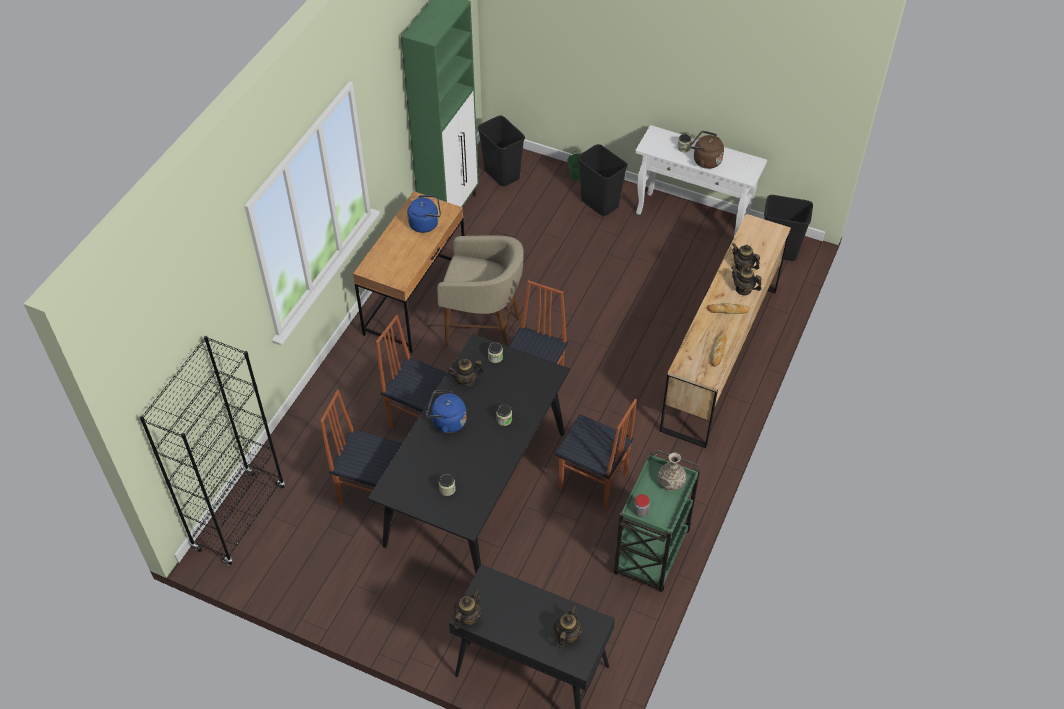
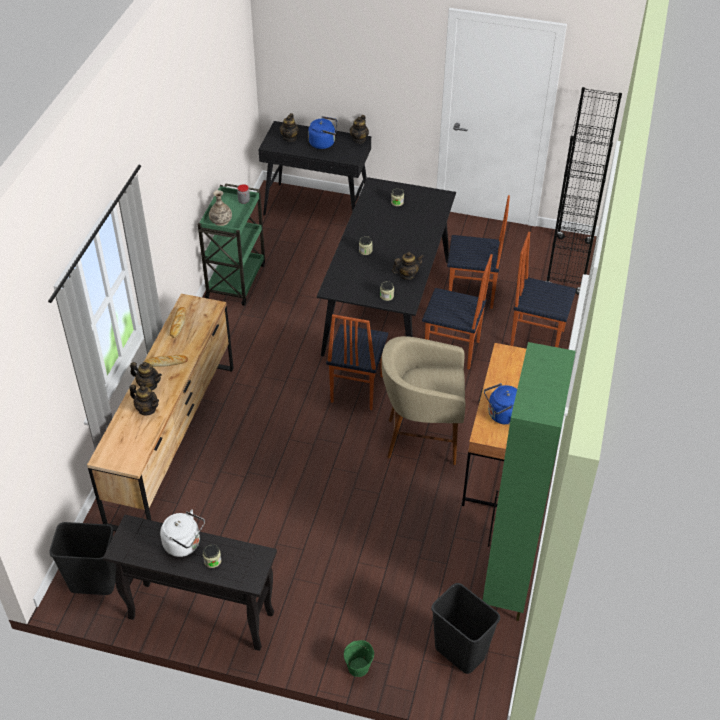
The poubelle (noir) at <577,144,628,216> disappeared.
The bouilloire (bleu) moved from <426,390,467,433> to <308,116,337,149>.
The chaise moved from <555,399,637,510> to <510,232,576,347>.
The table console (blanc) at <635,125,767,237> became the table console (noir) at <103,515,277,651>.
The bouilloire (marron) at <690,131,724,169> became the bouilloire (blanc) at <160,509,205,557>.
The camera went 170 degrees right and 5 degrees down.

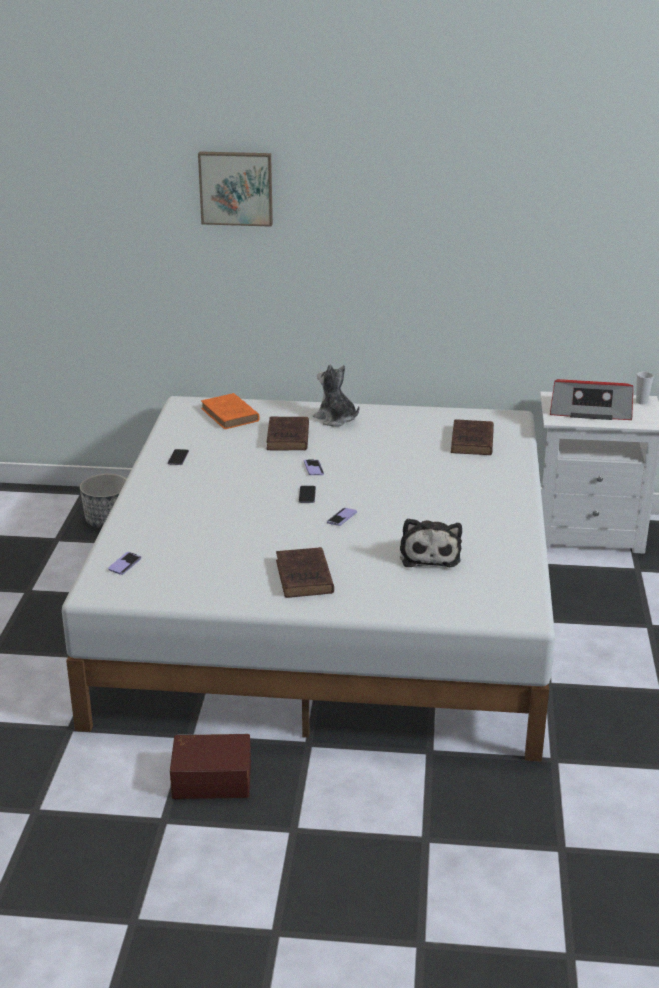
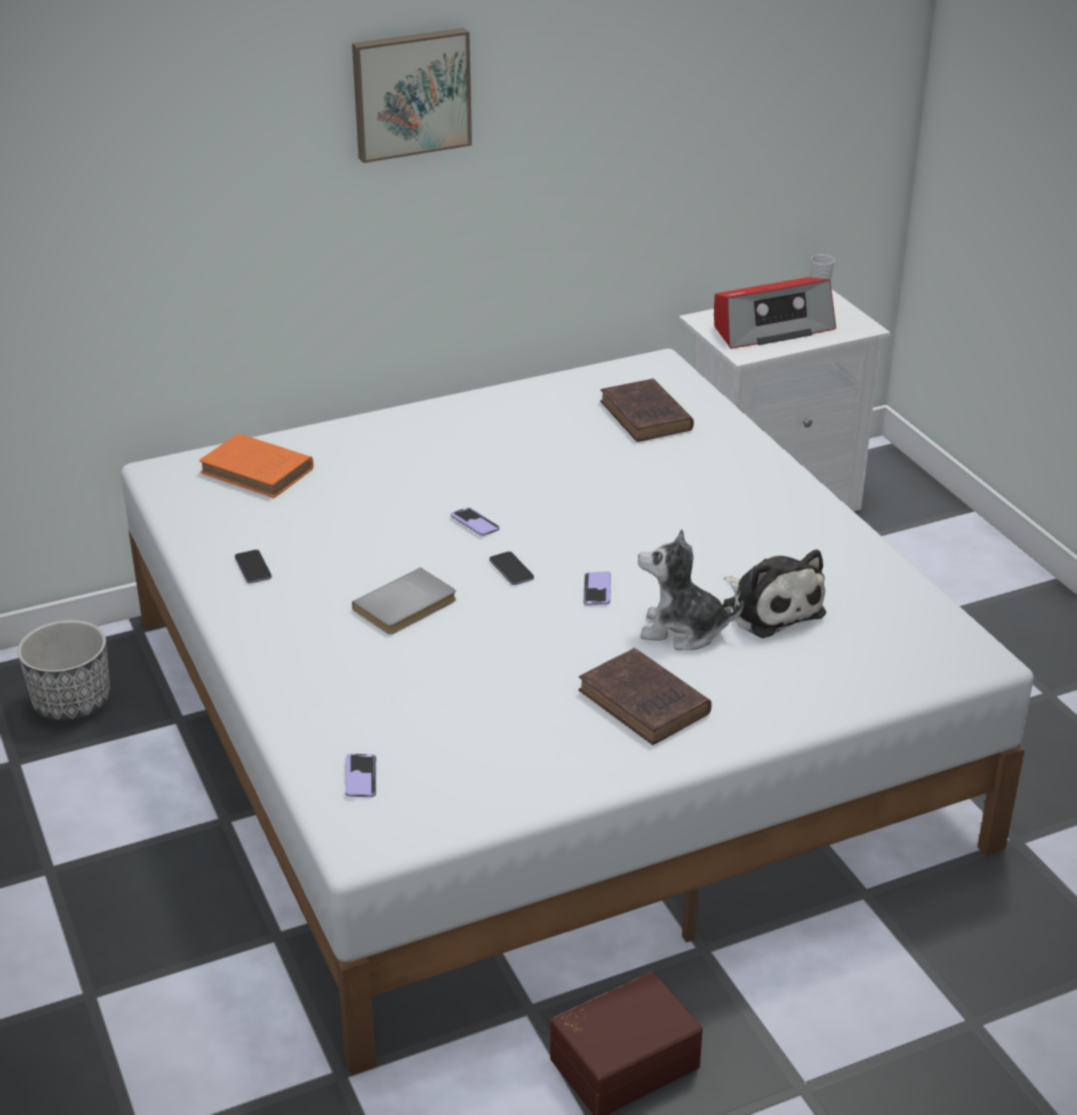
The livre (marron) at <267,417,309,450> disappeared.
The livre (gris) at <352,568,456,634> appeared.
The tableau moved from <198,152,273,227> to <352,28,472,163>.
The peluche moved from <313,364,360,427> to <638,529,744,650>.
The camera went 30 degrees left and 5 degrees up.

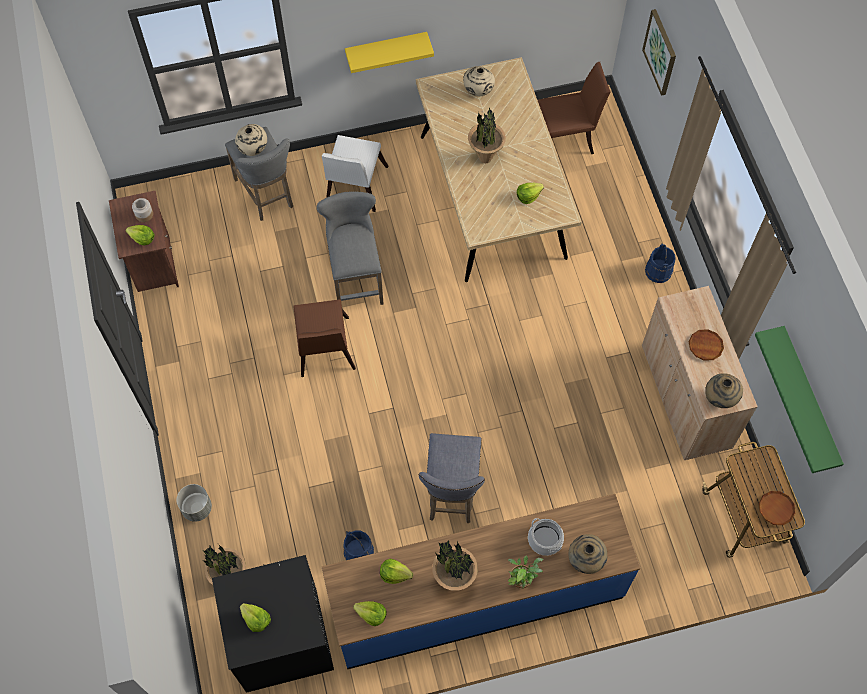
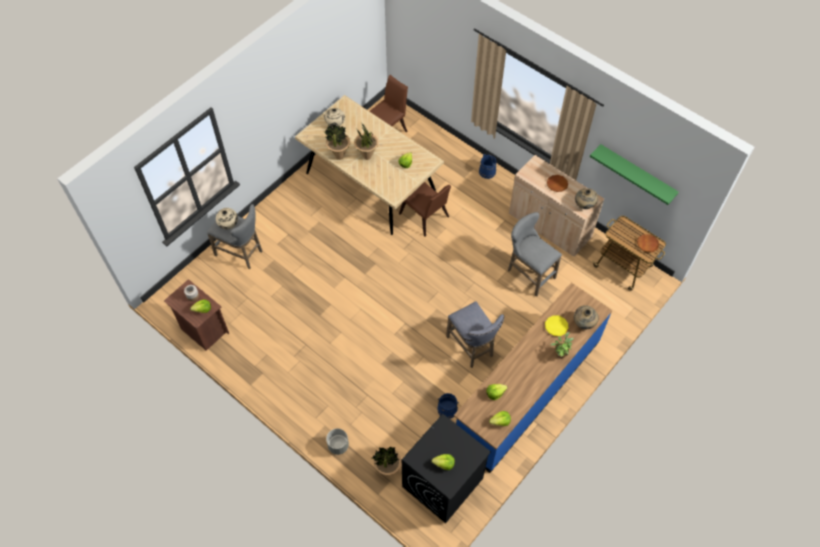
The chaise (blanc) at <322,135,388,212> disappeared.
The étagère (jaune) at <345,32,434,73> disappeared.
The tableau at <642,9,676,96> disappeared.
The chaise (marron) moved from <293,299,356,377> to <399,182,451,237>.
The tabouret (gris) moved from <316,191,384,305> to <508,212,562,297>.
The plante en pot moved from <432,540,478,591> to <324,124,350,160>.
The marmite at <528,518,564,556> was replaced by the assiette (jaune) at <545,315,568,336>.
The camera went 35 degrees left and 5 degrees down.

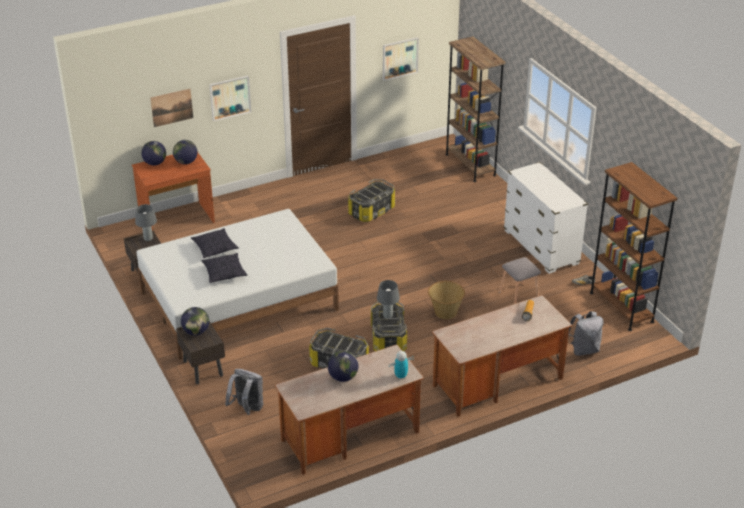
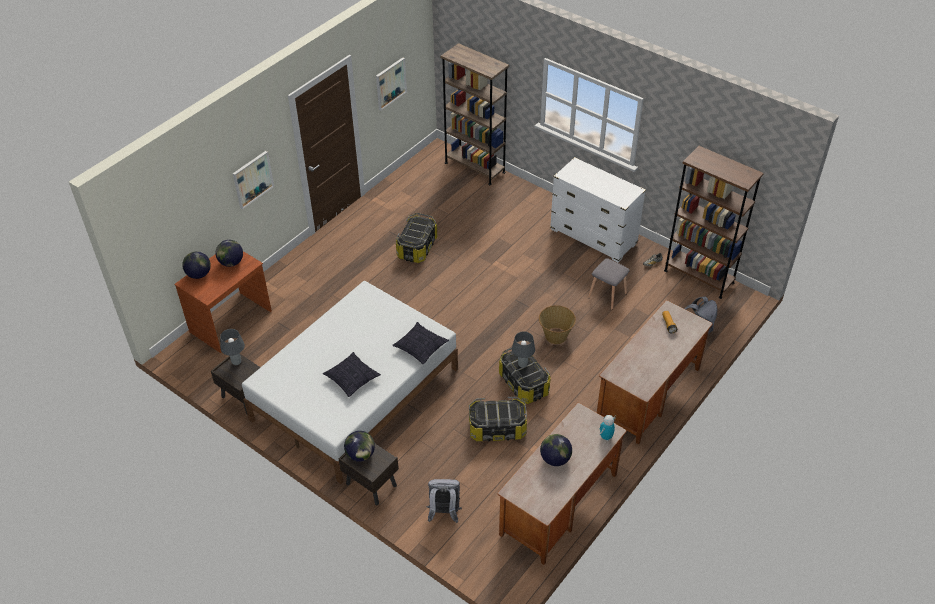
The tableau at <150,89,193,127> disappeared.
The coussin moved from <191,228,239,258> to <393,322,449,364>.
The camera went 25 degrees left and 10 degrees up.

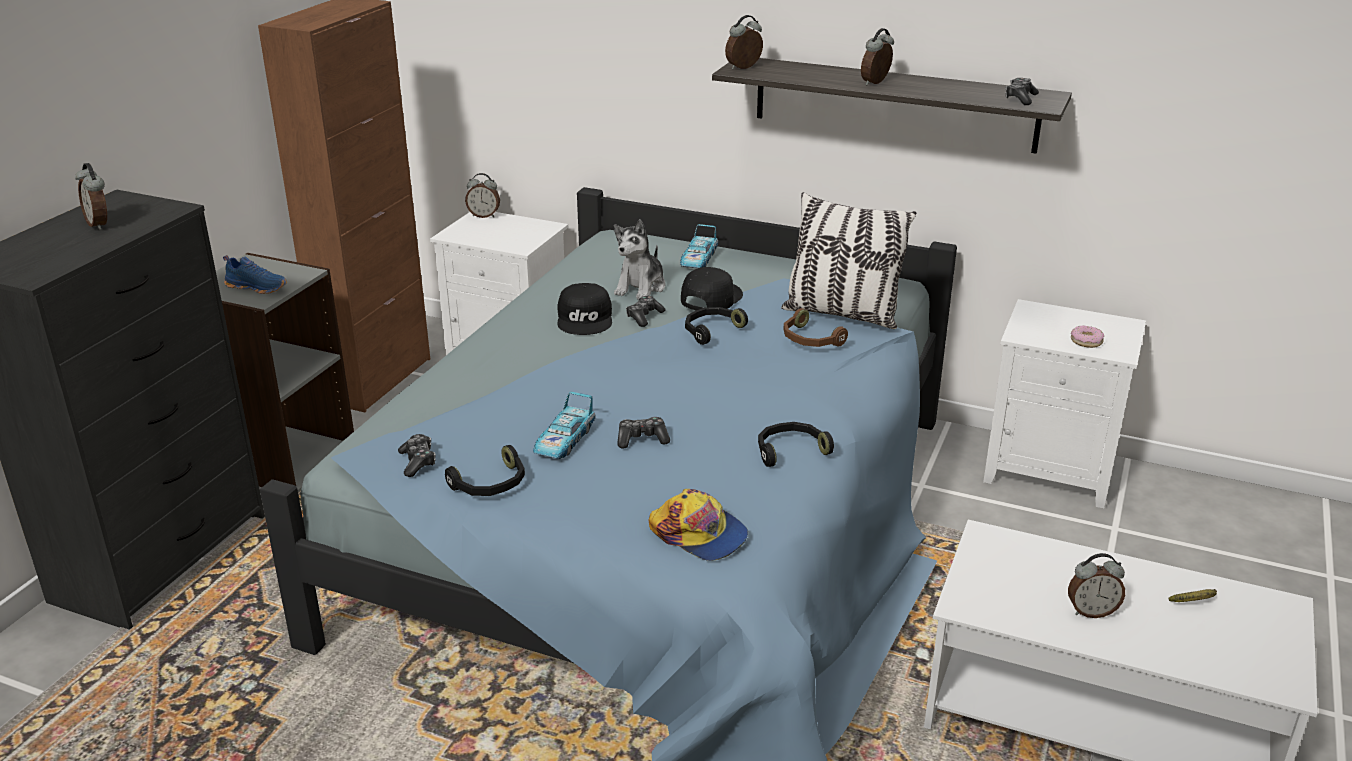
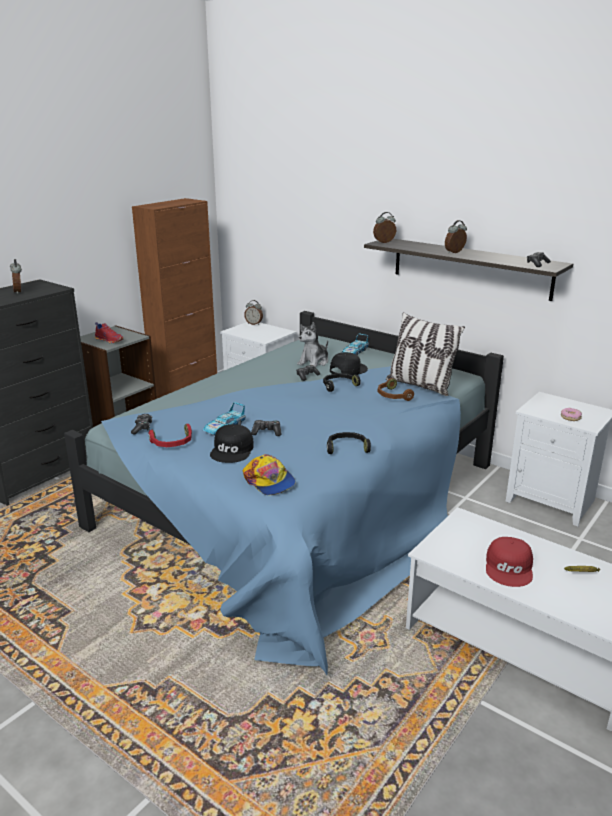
The casquette (noir) moved from <558,283,612,335> to <210,424,254,463>.
The réveil at <1068,553,1125,618> was replaced by the casquette (rouge) at <486,537,533,587>.
The chaussure (bleu) at <223,255,287,294> became the chaussure (rouge) at <95,322,124,343>.
The casque audio (noir) at <445,445,525,496> became the casque audio (rouge) at <149,424,192,447>.
The camera went 15 degrees right and 5 degrees down.

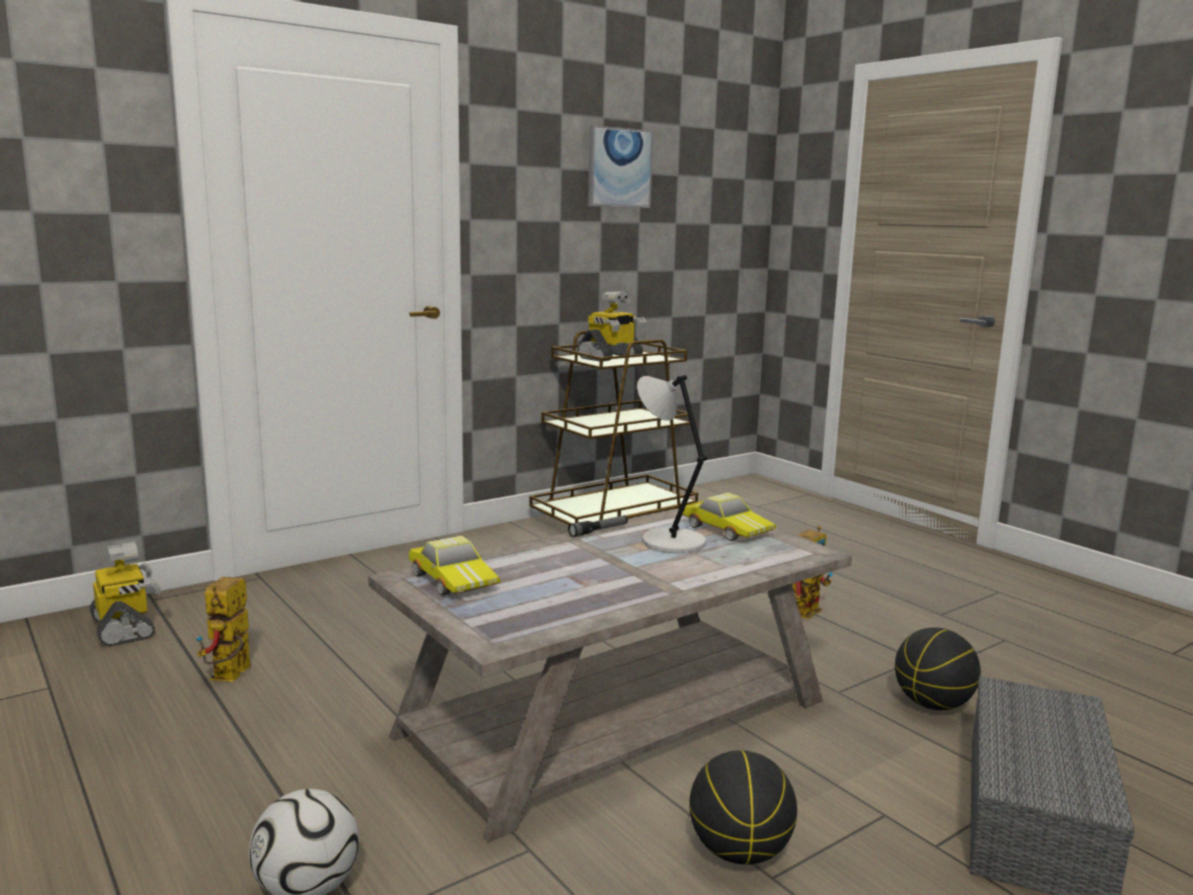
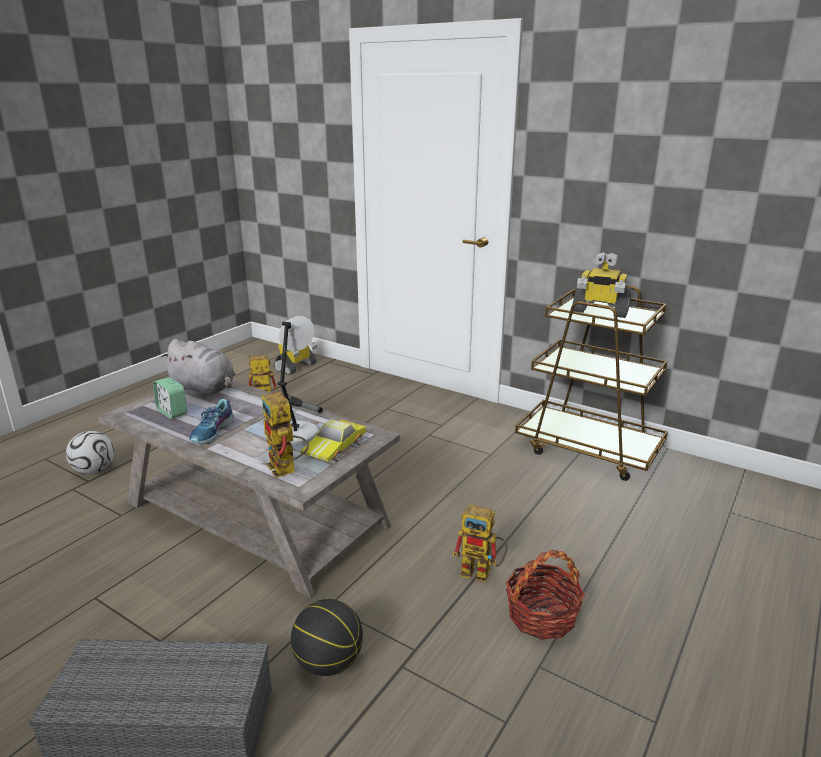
The tableau at <588,125,653,208> disappeared.
The ballon de basket at <689,750,797,865> disappeared.
The réveil at <153,377,187,419> appeared.
The chaussure at <189,399,234,444> appeared.
The robot jouet at <262,392,309,478> appeared.
The panier at <506,550,585,640> appeared.
The petite voiture at <408,535,501,596> was replaced by the peluche (gris) at <161,339,235,397>.
The camera went 70 degrees right and 10 degrees up.

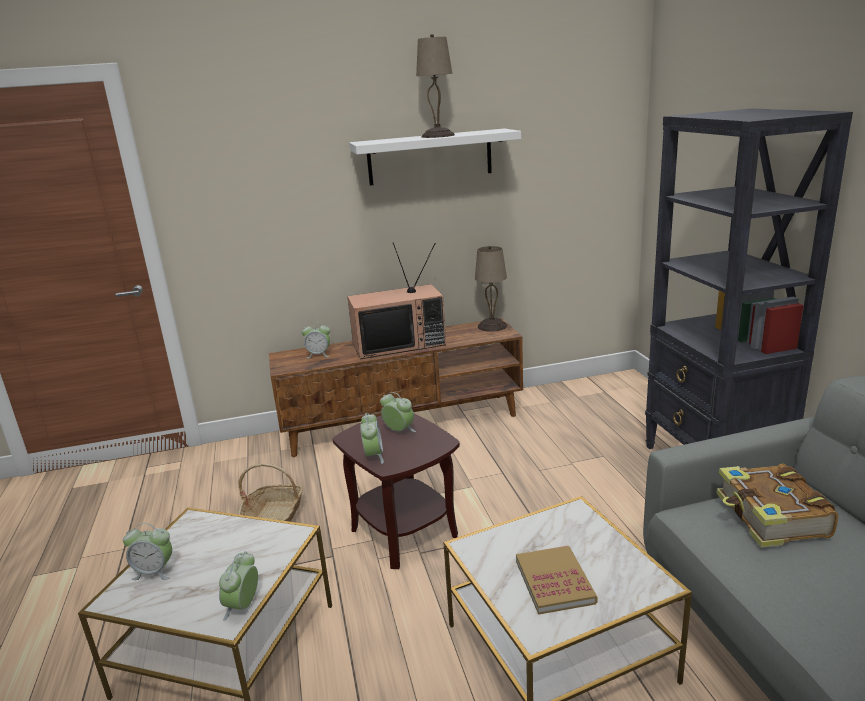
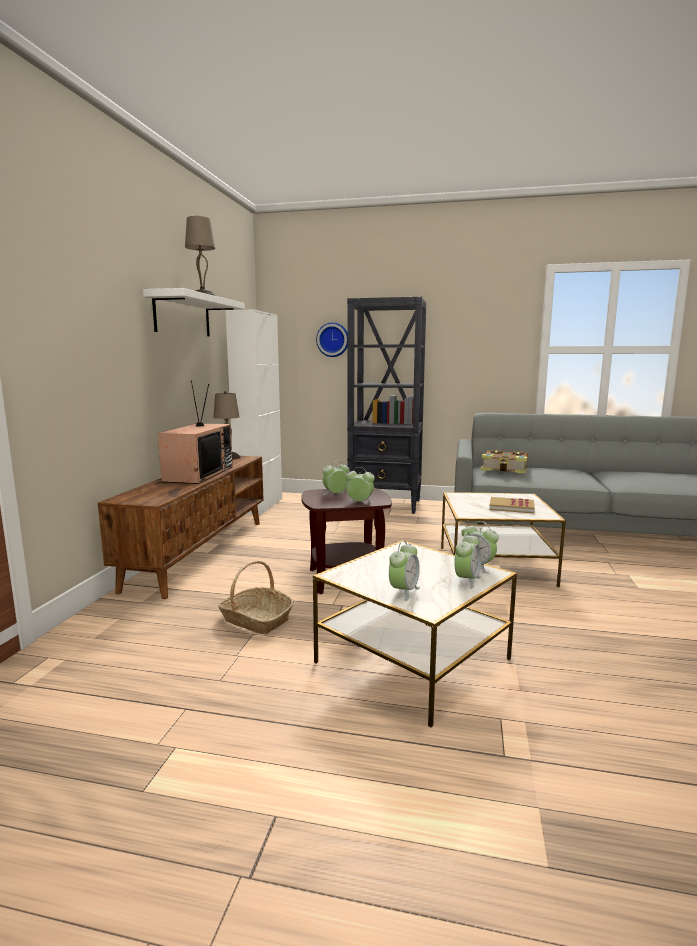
The meuble de rangement (blanc) at <226,310,282,515> appeared.
The horloge murale at <316,322,348,357> appeared.
The réveil moved from <302,322,330,358> to <454,532,481,589>.
The camera went 65 degrees left and 10 degrees down.

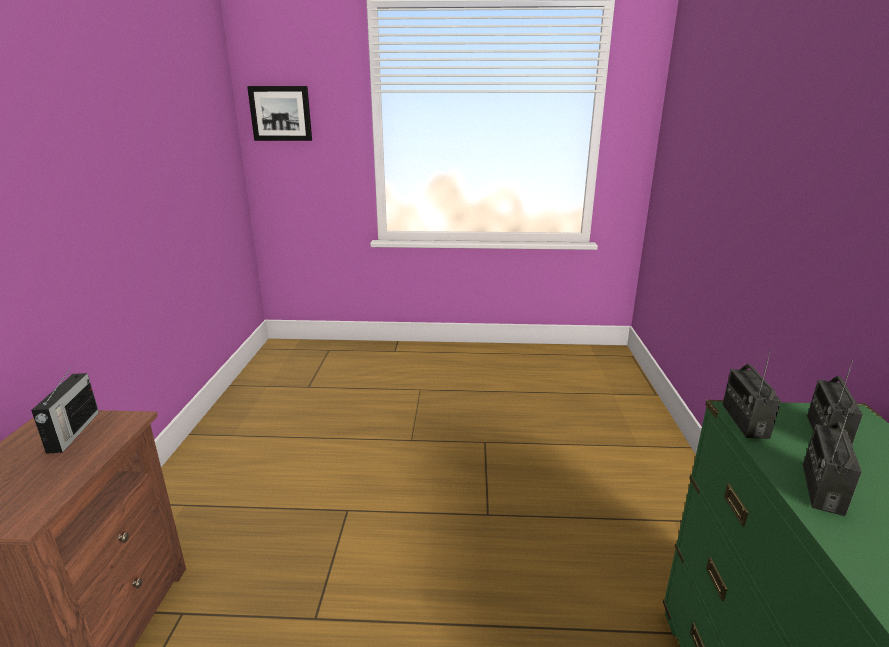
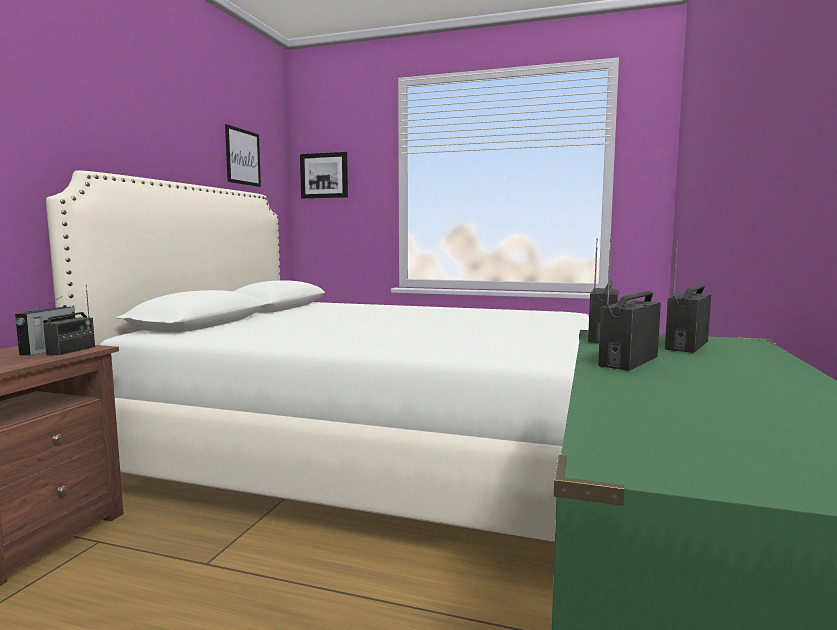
The radio at <43,285,95,355> appeared.
The lit (blanc) at <46,171,589,542> appeared.
The tableau at <225,124,261,187> appeared.
The camera went 15 degrees right and 15 degrees down.

